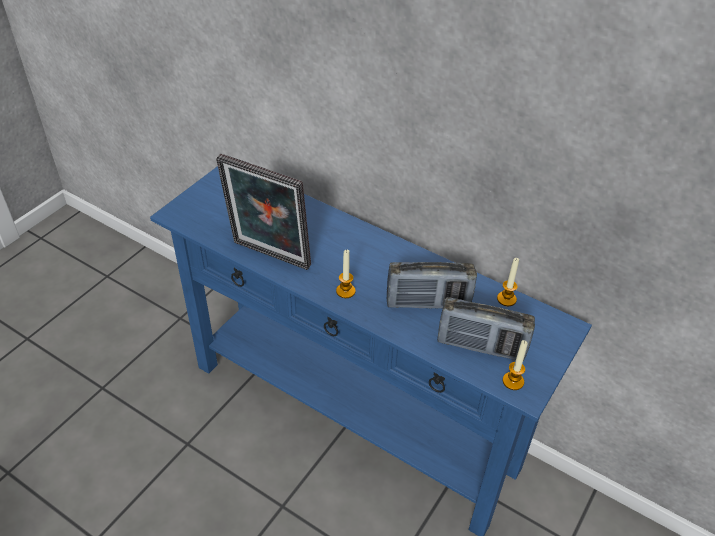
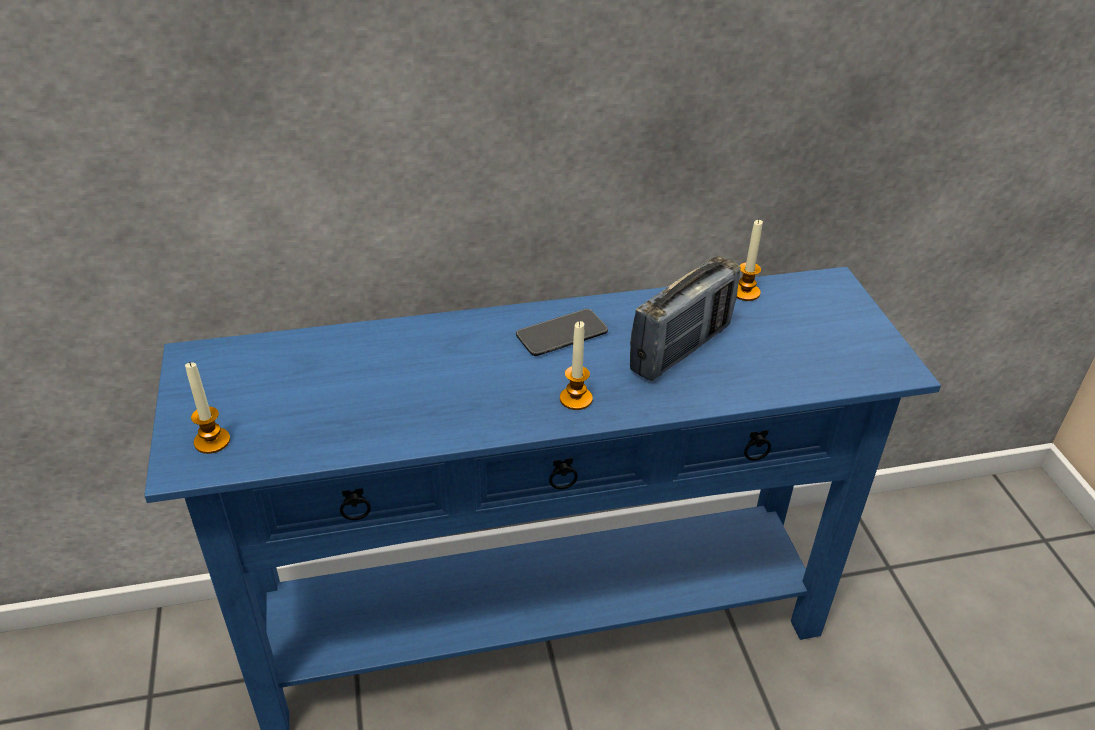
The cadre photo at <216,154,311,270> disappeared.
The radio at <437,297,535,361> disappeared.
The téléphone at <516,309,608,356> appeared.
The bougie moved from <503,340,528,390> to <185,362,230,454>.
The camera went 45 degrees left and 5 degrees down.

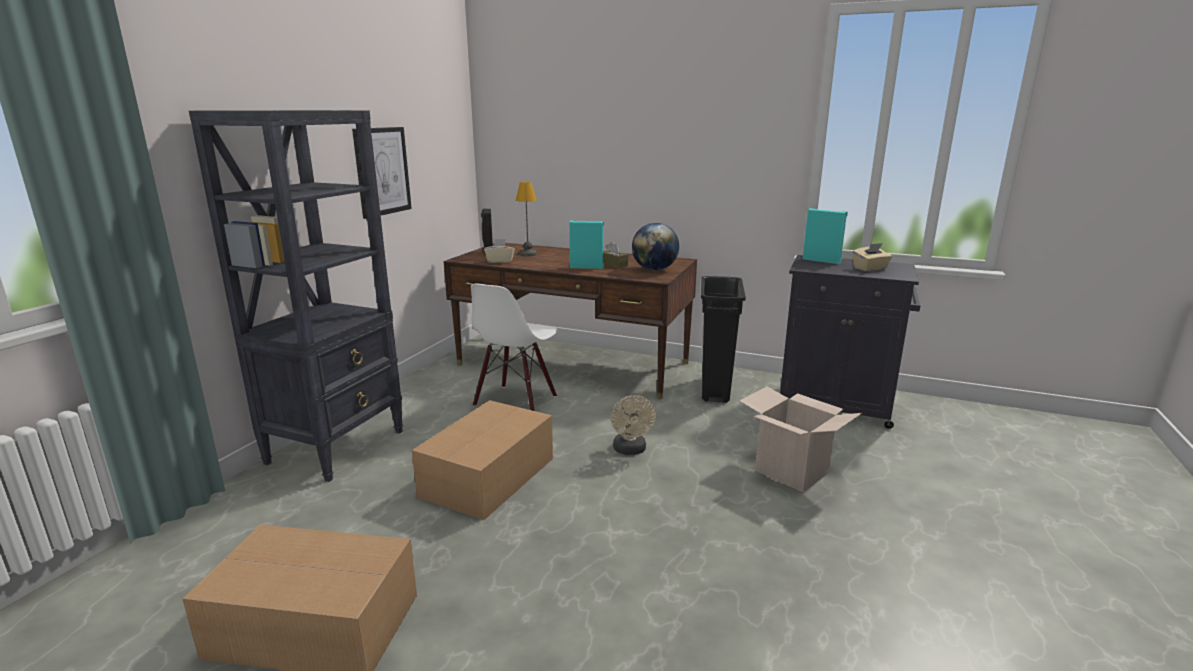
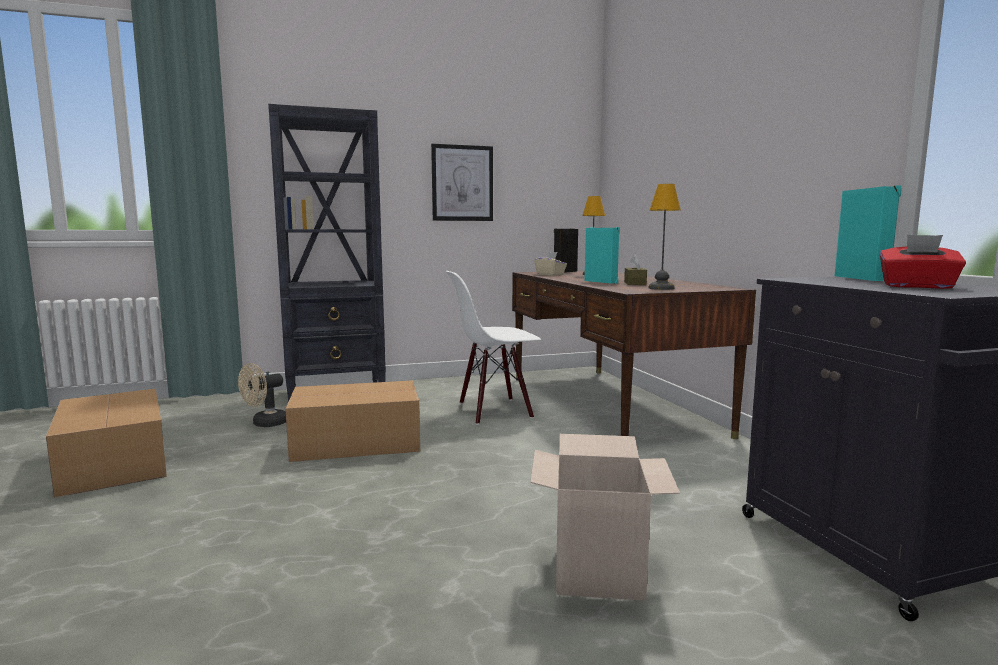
The poubelle (noir) at <701,276,746,403> disappeared.
The ventilateur (beige) moved from <611,395,656,455> to <238,363,286,427>.
The globe at <632,223,679,271> was replaced by the lampe de table at <649,184,681,290>.
The boîte à mouchoirs (beige) at <852,243,892,271> became the boîte à mouchoirs (rouge) at <880,234,966,289>.
The camera went 50 degrees right and 10 degrees down.

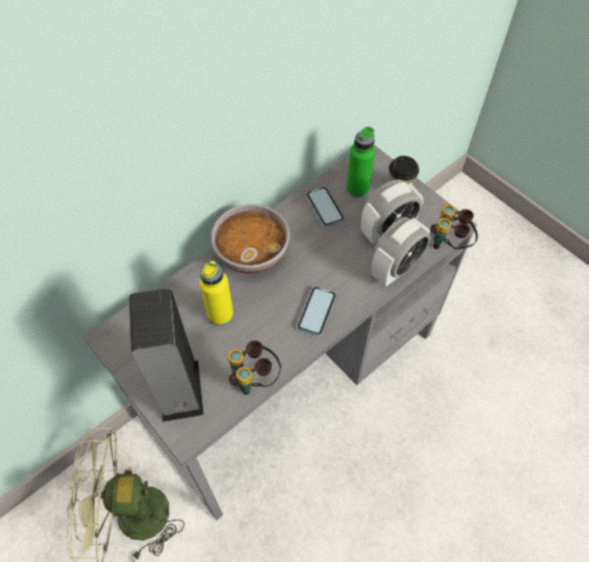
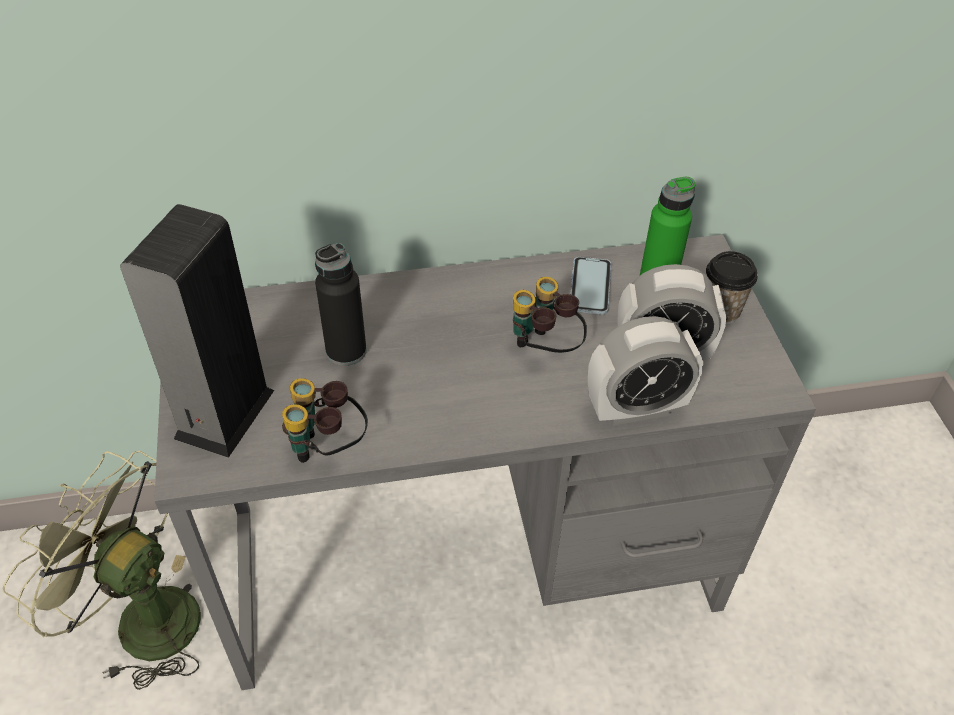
The bol at <211,204,290,274> disappeared.
The téléphone at <297,286,336,337> disappeared.
The jumelles moved from <430,204,478,249> to <513,277,587,353>.
The bouteille (jaune) at <200,260,234,326> became the bouteille (noir) at <315,243,367,366>.
The camera went 30 degrees right and 10 degrees down.

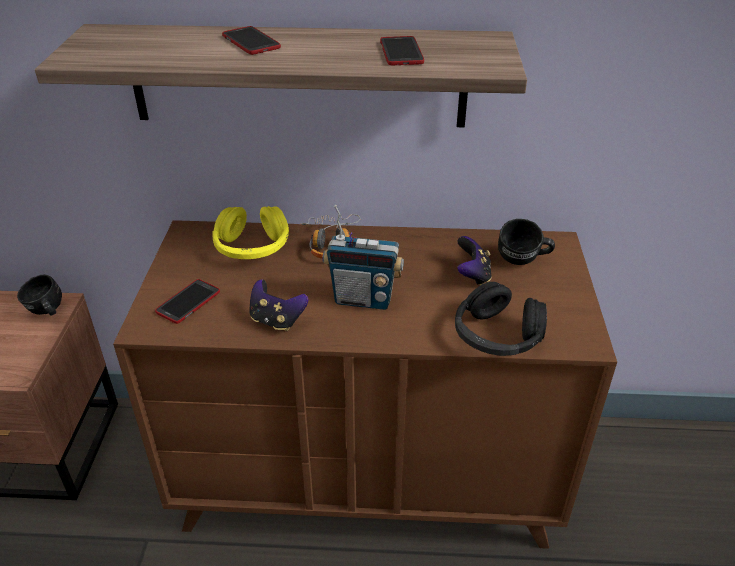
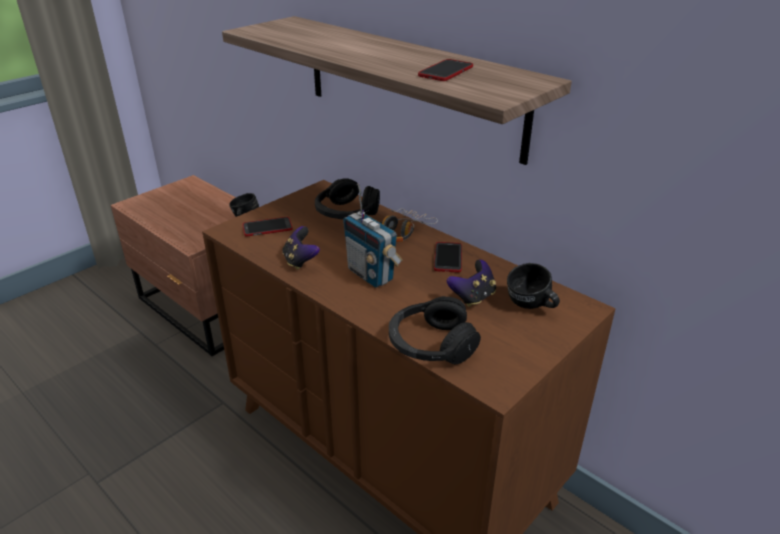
The téléphone moved from <222,26,281,55> to <434,242,462,272>.
The casque audio (jaune) at <212,206,289,259> became the casque audio (noir) at <315,178,380,219>.
The camera went 40 degrees right and 5 degrees down.

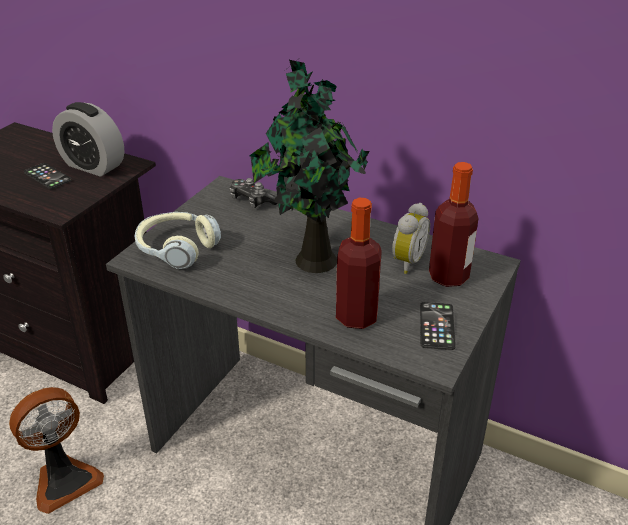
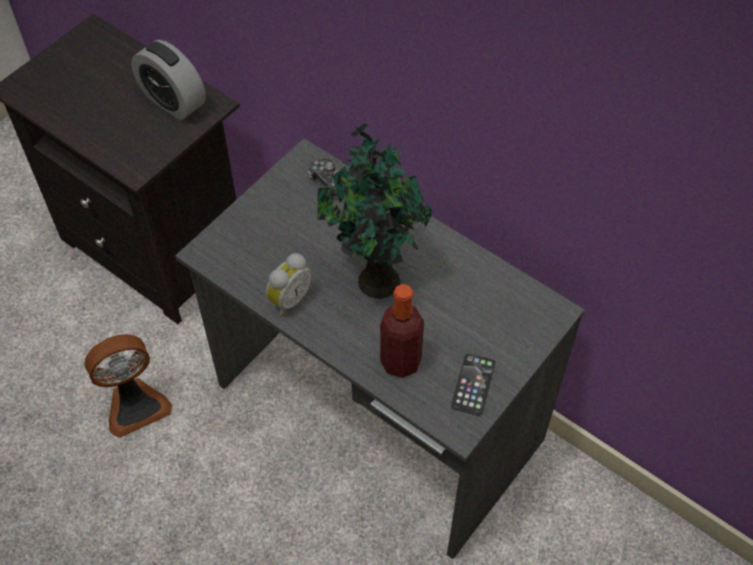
The téléphone at <24,163,71,189> disappeared.
The casque audio at <134,212,221,269> disappeared.
The bouteille at <429,162,479,287> disappeared.
The réveil moved from <392,203,430,274> to <266,253,312,317>.
The camera went 10 degrees right and 20 degrees up.

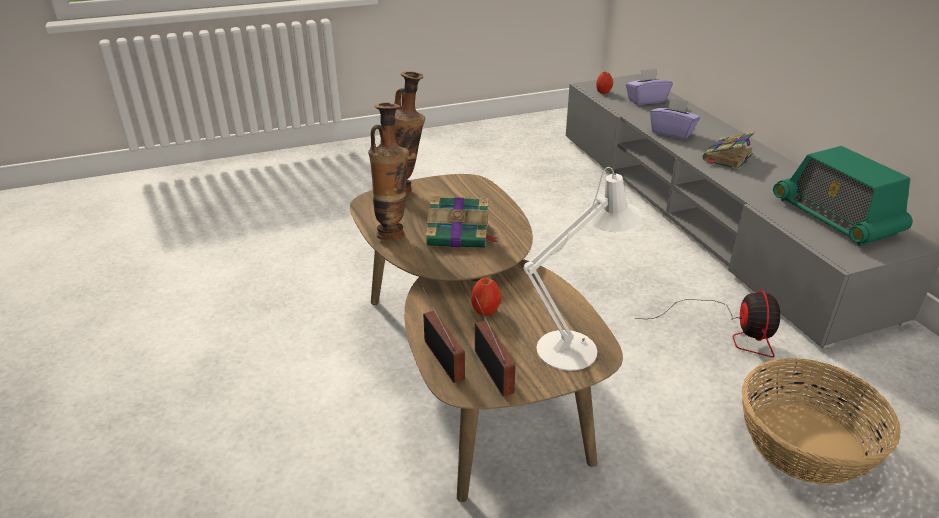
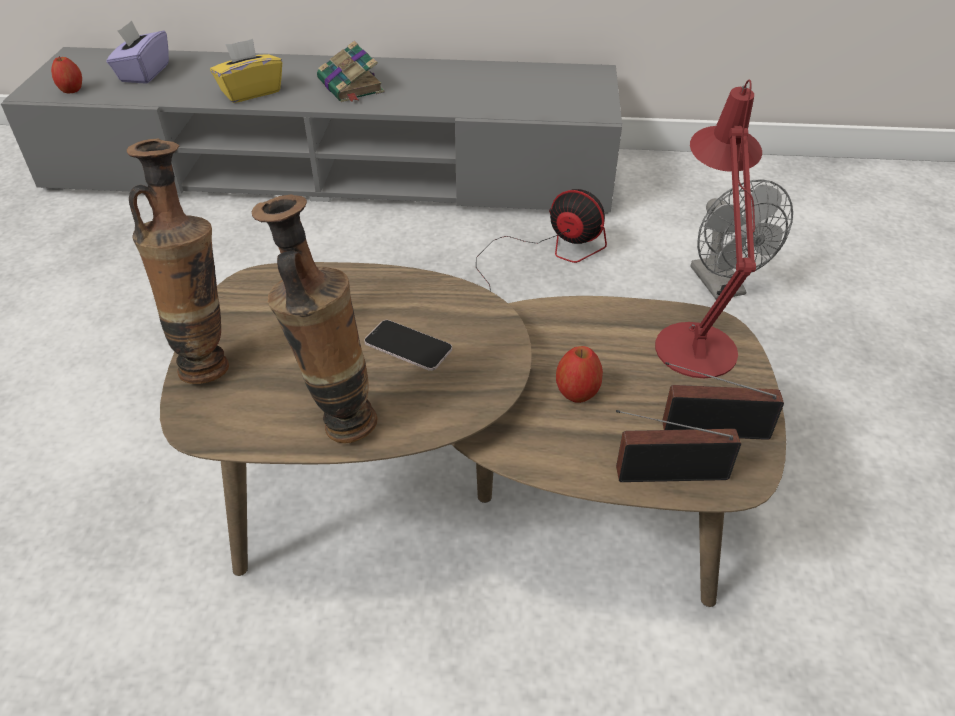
The radio at <773,146,912,246> disappeared.
The livre at <426,196,498,248> was replaced by the téléphone at <364,320,452,371>.
The panier at <742,358,901,485> was replaced by the ventilateur (gris) at <691,179,793,300>.
The lampe de table (blanc) at <523,167,642,371> became the lampe de table (rouge) at <655,80,762,378>.
The boîte à mouchoirs (violet) at <650,97,700,140> became the boîte à mouchoirs (jaune) at <210,39,282,103>.
The camera went 65 degrees left and 10 degrees up.

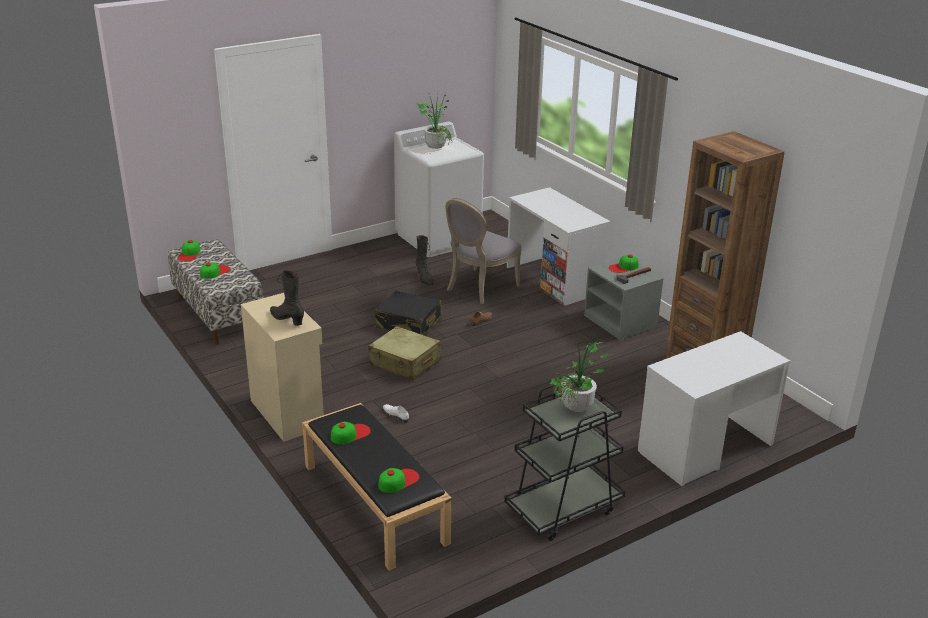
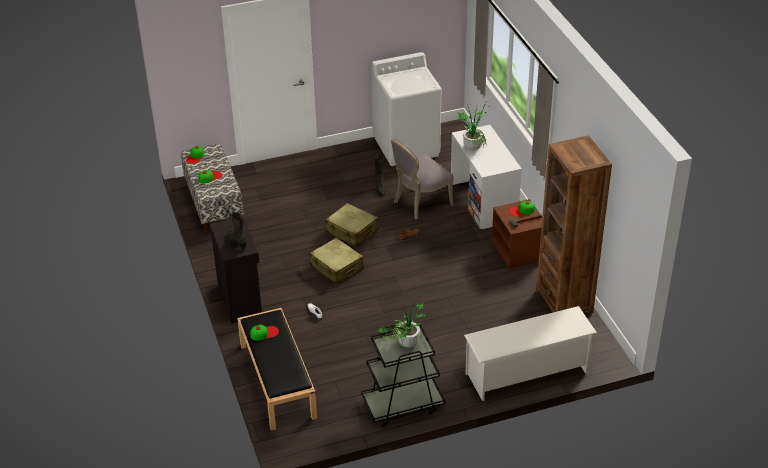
The casquette at <378,468,419,493> disappeared.
The plante en pot moved from <417,94,452,149> to <457,99,490,150>.
The bureau (blanc) at <638,331,790,486> was replaced by the étagère à chaussures (blanc) at <464,306,597,401>.
The meuble de rangement (beige) at <241,293,324,442> became the meuble de rangement (noir) at <210,217,262,324>.
The valise (noir) at <375,291,442,335> became the valise (beige) at <325,203,379,247>.
The table de chevet (gris) at <584,258,664,340> became the table de chevet (marron) at <492,199,542,269>.
The camera went 15 degrees right and 10 degrees up.

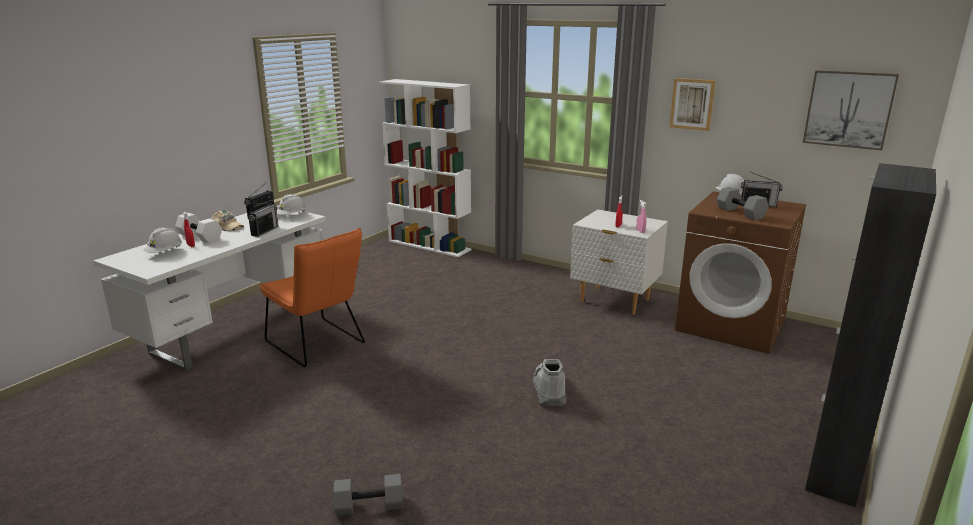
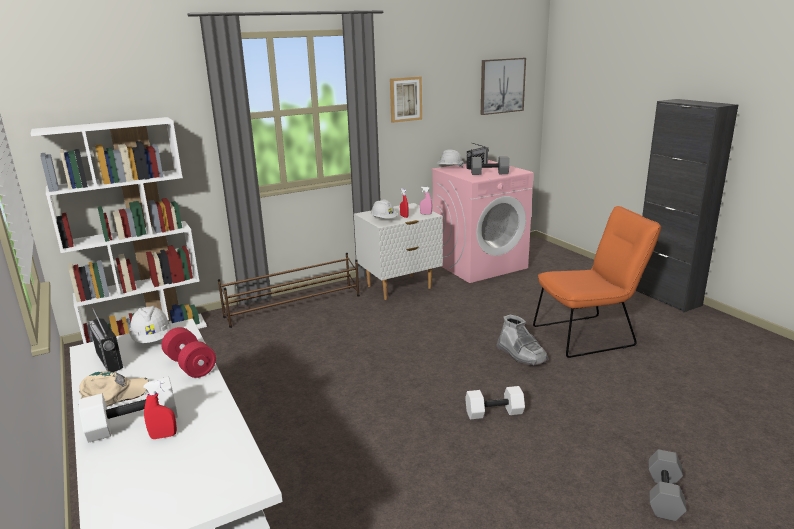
The étagère à chaussures (marron) at <218,253,360,328> appeared.
The haltère (blanc) at <465,386,525,420> appeared.
The casque de chantier (blanc) moved from <144,228,182,253> to <371,199,398,219>.
The chaise (orange) moved from <260,228,365,367> to <533,206,661,358>.
The radio at <248,203,279,237> was replaced by the haltère (rouge) at <161,327,216,378>.
The lave-linge (marron) at <675,191,806,354> became the lave-linge (rose) at <431,160,534,283>.
The botte (gris) at <533,359,566,406> turned 150 degrees counterclockwise.
The camera went 60 degrees left and 0 degrees up.

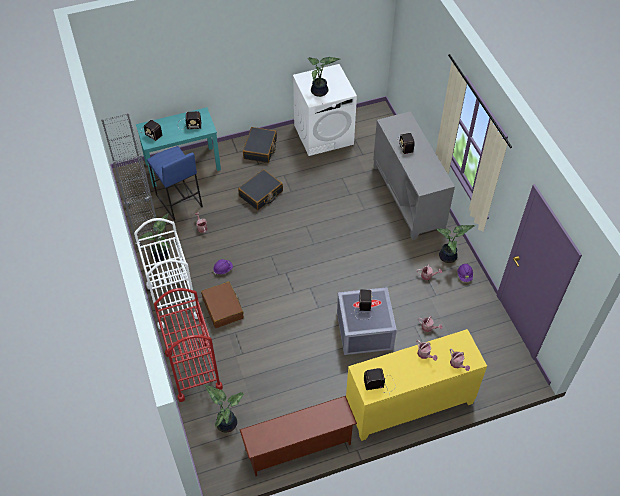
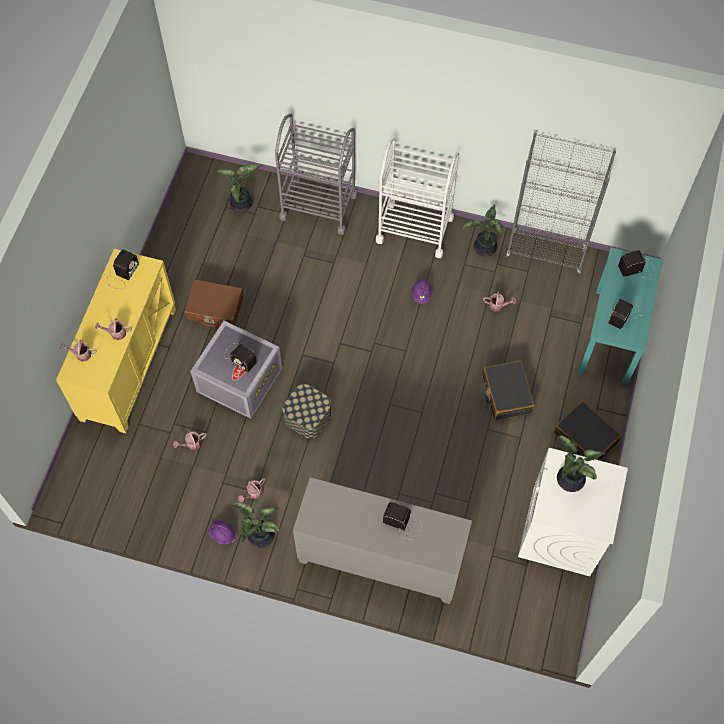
The tabouret (bleu) at <147,146,203,221> disappeared.
The étagère à chaussures (marron) at <239,396,357,476> disappeared.
The boîte de rangement at <282,384,331,439> appeared.
The valise (marron) moved from <201,282,244,328> to <184,279,243,327>.
The chariot (rouge) at <154,288,223,402> became the chariot (gris) at <275,114,358,235>.
The camera went 125 degrees right and 10 degrees up.

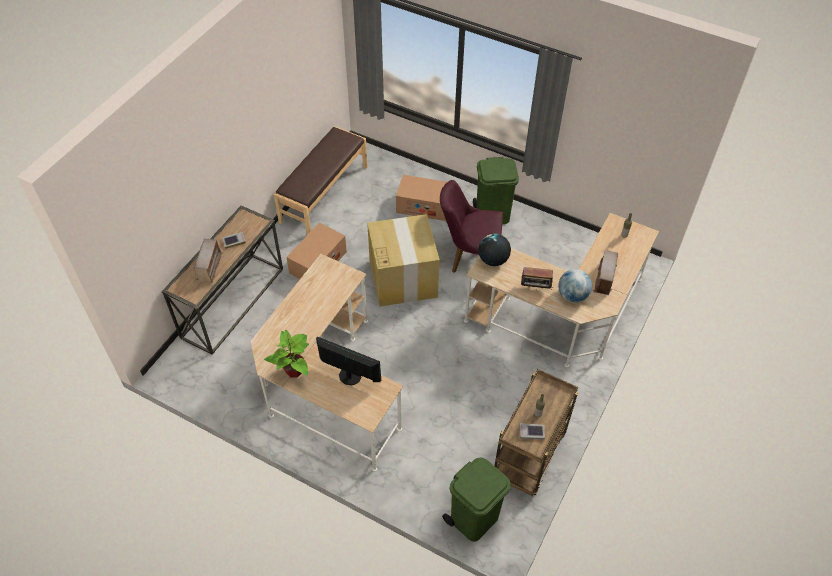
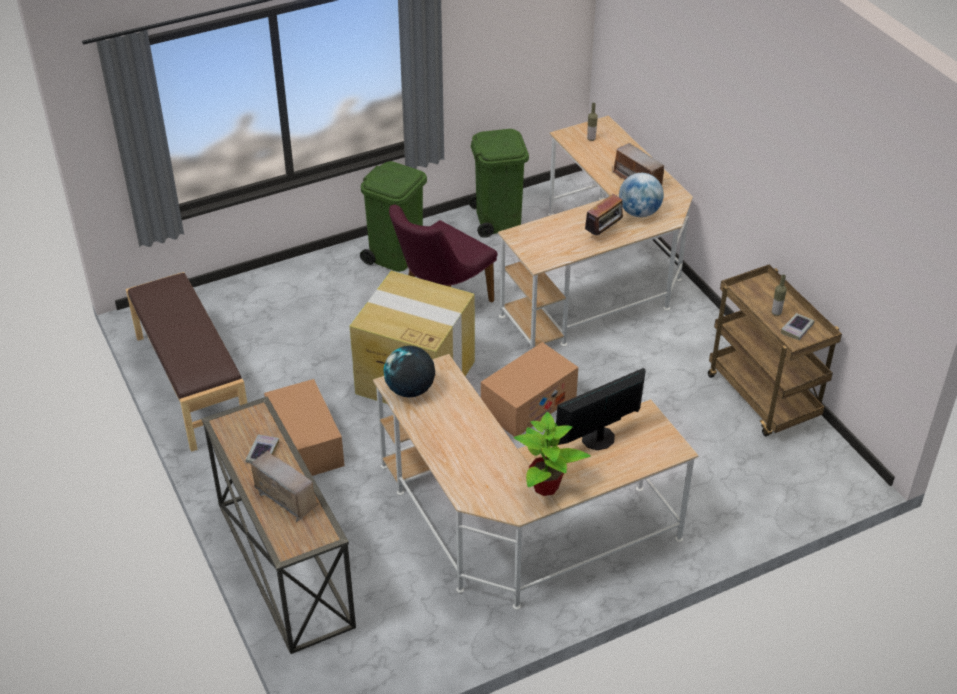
The carton moved from <396,175,447,221> to <481,342,578,437>.
The poubelle (vert) moved from <442,457,511,542> to <469,129,529,238>.
The globe moved from <478,234,511,266> to <384,346,435,397>.
The camera went 55 degrees left and 10 degrees down.

